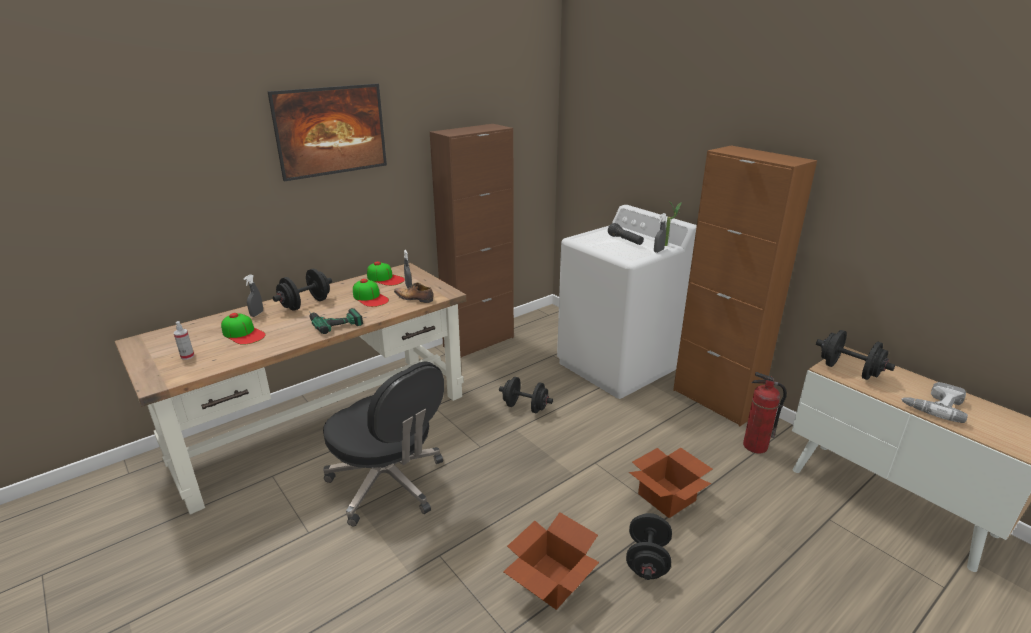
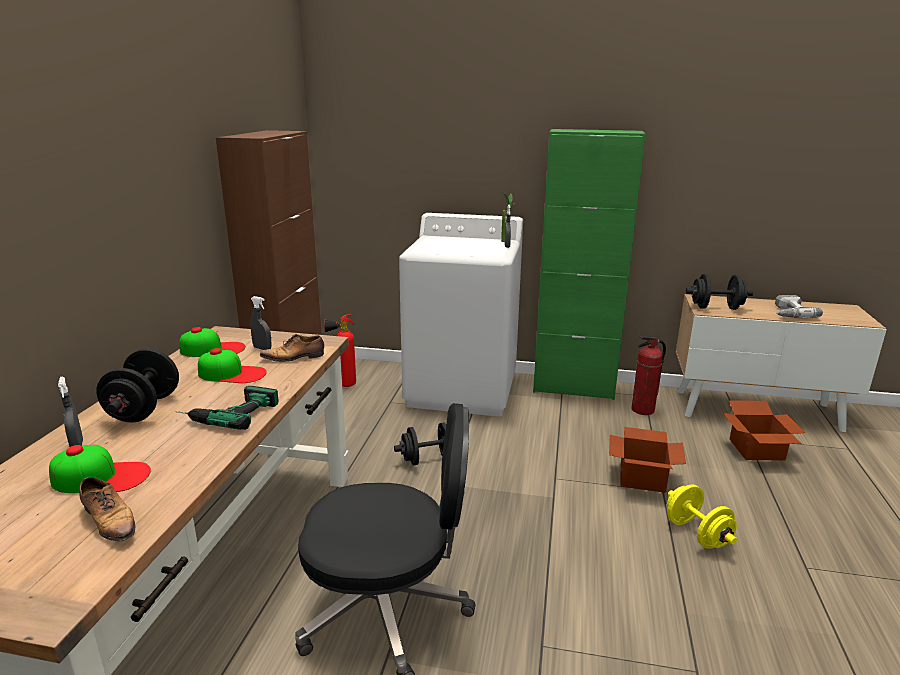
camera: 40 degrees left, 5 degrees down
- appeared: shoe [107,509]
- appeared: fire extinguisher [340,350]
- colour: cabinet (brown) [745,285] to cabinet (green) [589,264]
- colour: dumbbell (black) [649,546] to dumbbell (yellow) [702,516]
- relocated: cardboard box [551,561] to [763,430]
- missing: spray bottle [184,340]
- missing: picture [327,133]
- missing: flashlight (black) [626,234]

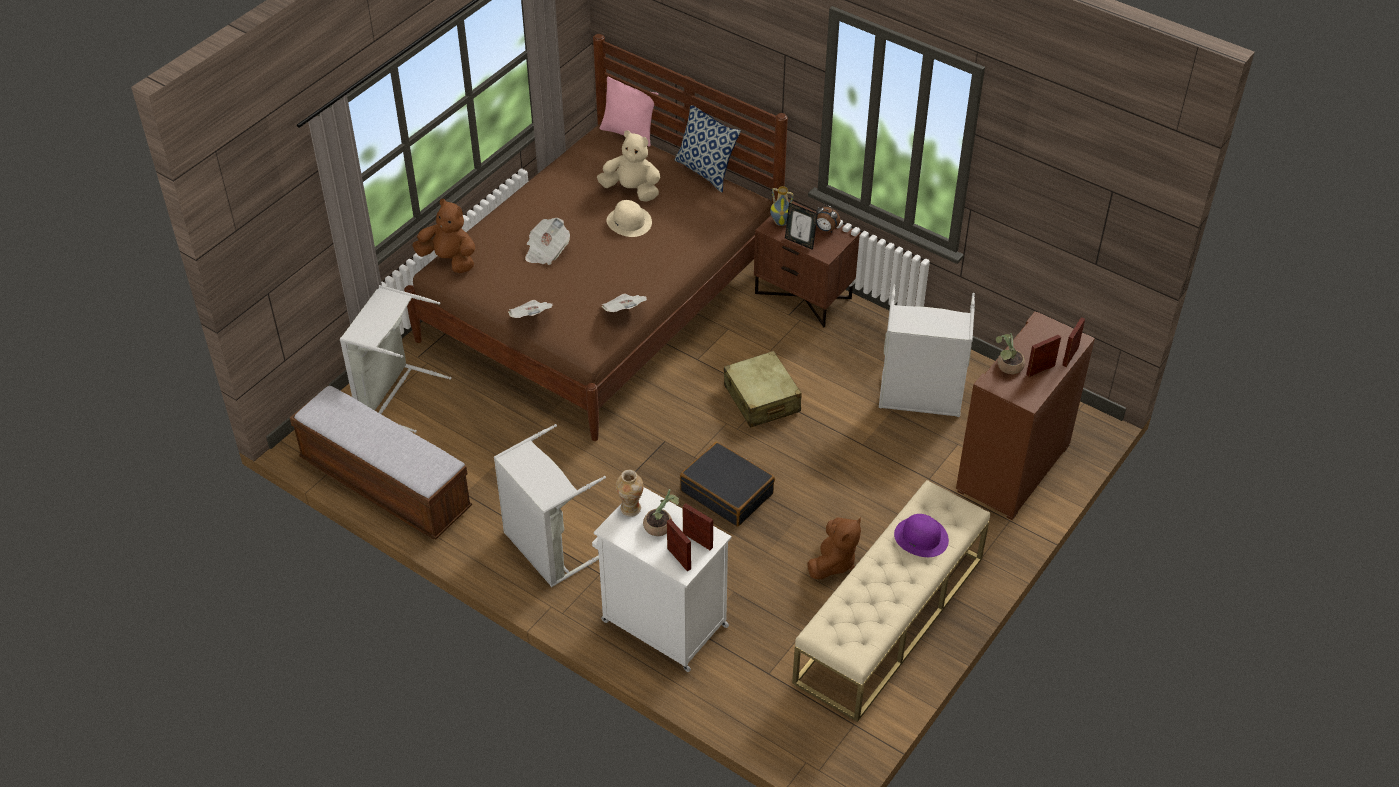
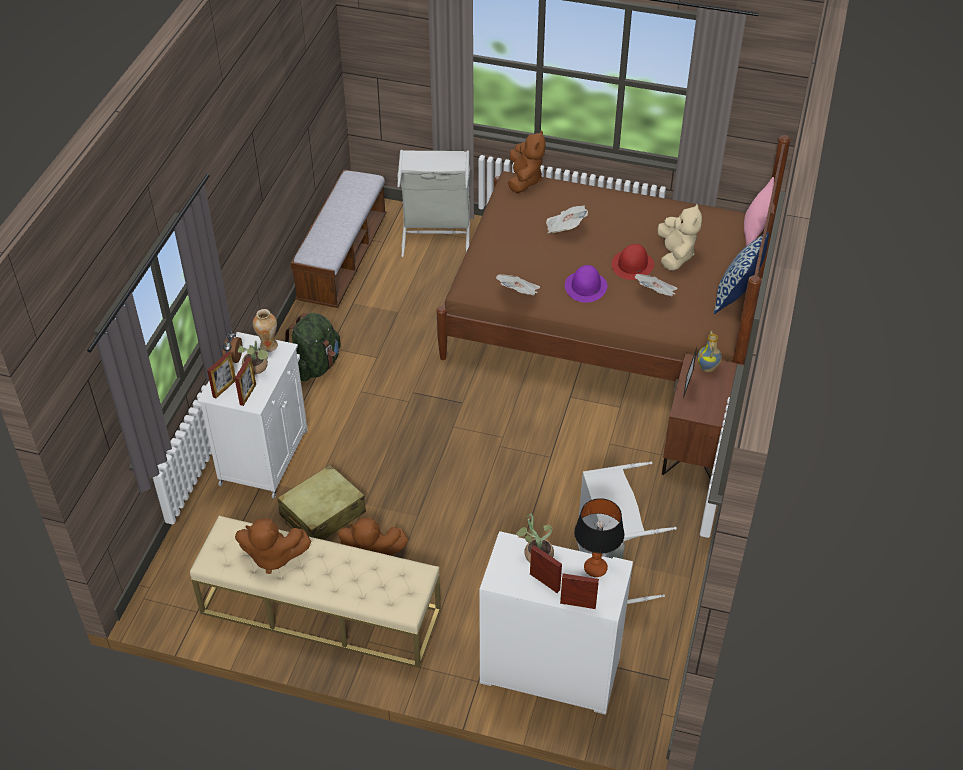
camera: 70 degrees right, 0 degrees up
- relocated: alarm clock [828,219] to [232,347]
- appeared: plush toy (brown) [273,546]
- relocated: suitcase (beige) [763,389] to [321,502]
- exchanged: laundry basket (grey) [550,505] to backpack (green) [312,347]
- colour: cabinet (brown) [1025,415] to cabinet (white) [556,623]
- relocated: hat (purple) [921,535] to [586,283]
- appeared: table lamp [599,537]
- colour: hat (beige) [629,218] to hat (red) [633,262]
- relocated: newspaper [530,309] to [656,285]
- missing: suitcase (black) [727,484]

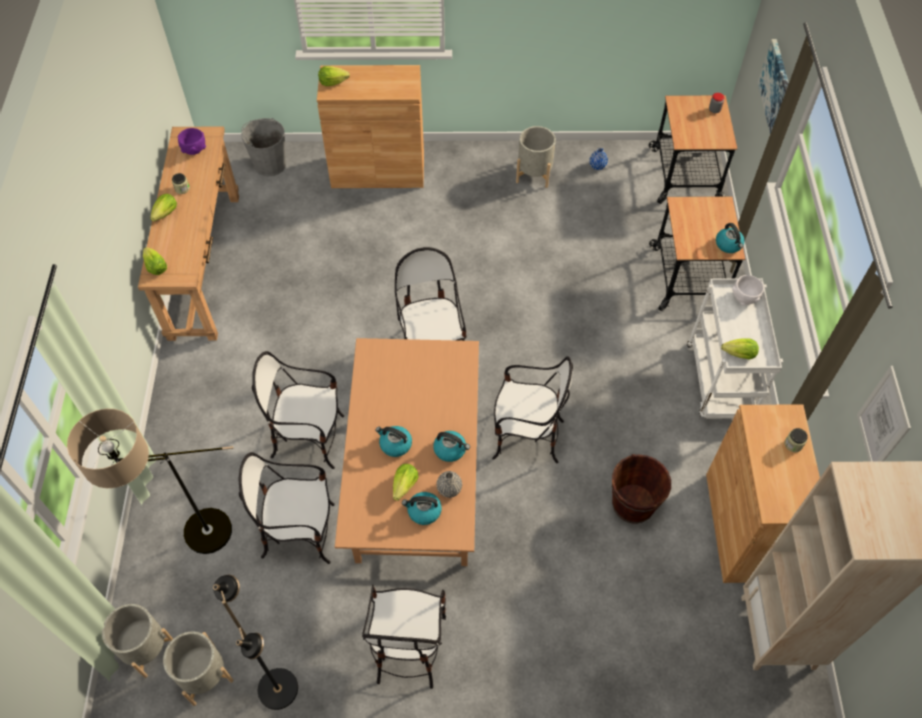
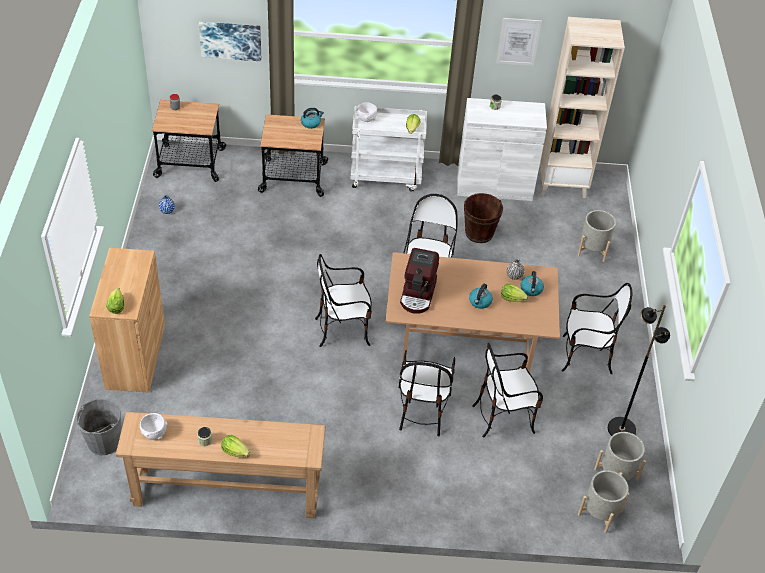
camera: 90 degrees left, 10 degrees down
- colour: bowl (purple) [192,141] to bowl (white) [153,426]
- appeared: coffee machine [419,281]
- colour: cabinet (brown) [763,493] to cabinet (white) [502,149]
- spun: chair [287,508] = [507,390] 75 degrees clockwise
- relocated: planter (grey) [536,157] to [597,236]
- missing: floor lamp [150,481]
- missing: lettuce [155,261]
- missing: kettle [451,446]

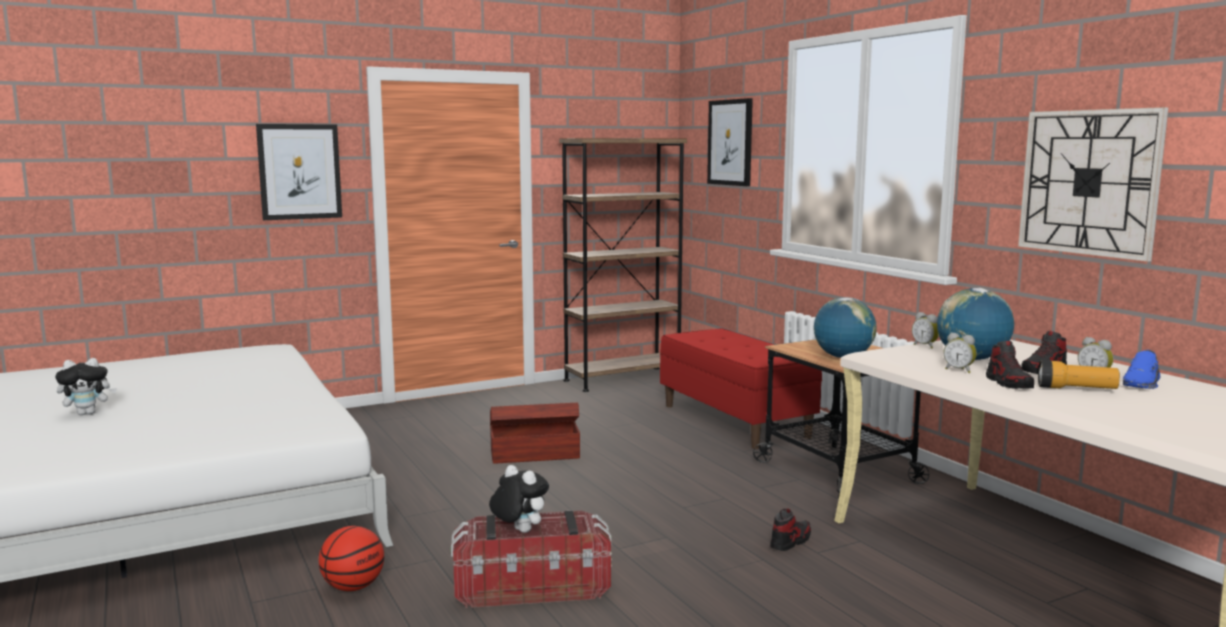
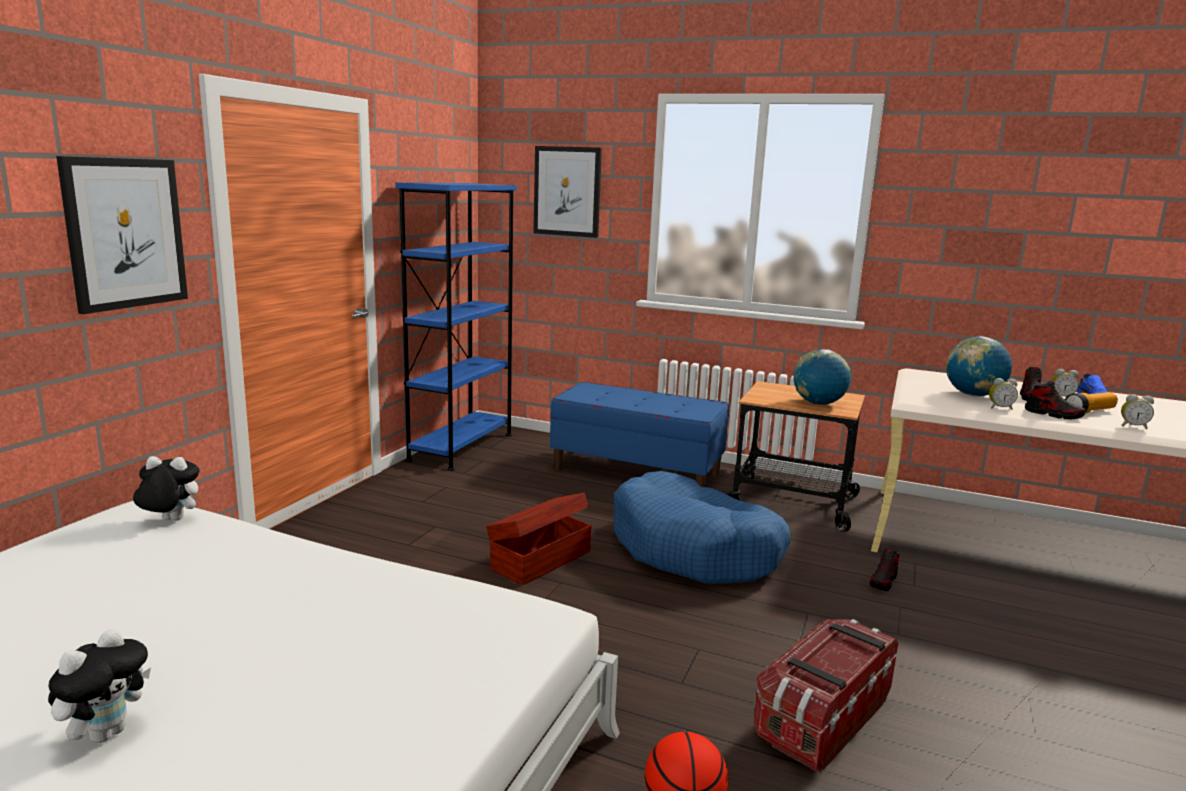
camera: 40 degrees left, 5 degrees up
- relocated: plush toy [519,499] to [166,488]
- colour: bookcase (brown) [623,265] to bookcase (blue) [456,326]
- colour: bench (red) [741,388] to bench (blue) [639,434]
- appeared: dog bed (blue) [702,527]
- spun: shoe [790,529] = [884,569] 150 degrees counterclockwise
- relocated: alarm clock [925,330] to [1137,411]
- missing: wall clock [1093,184]

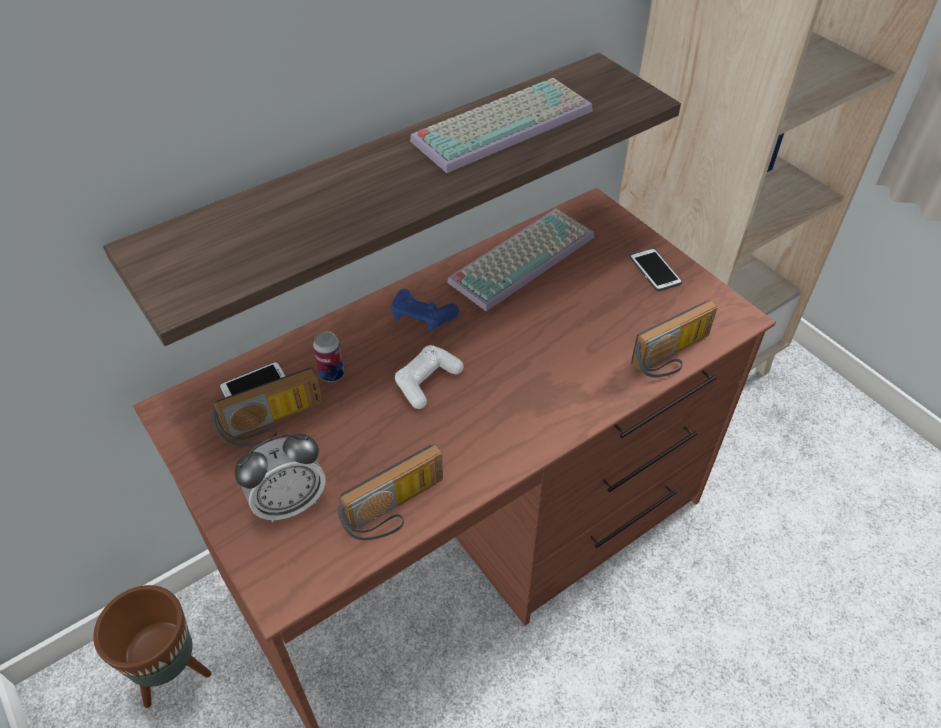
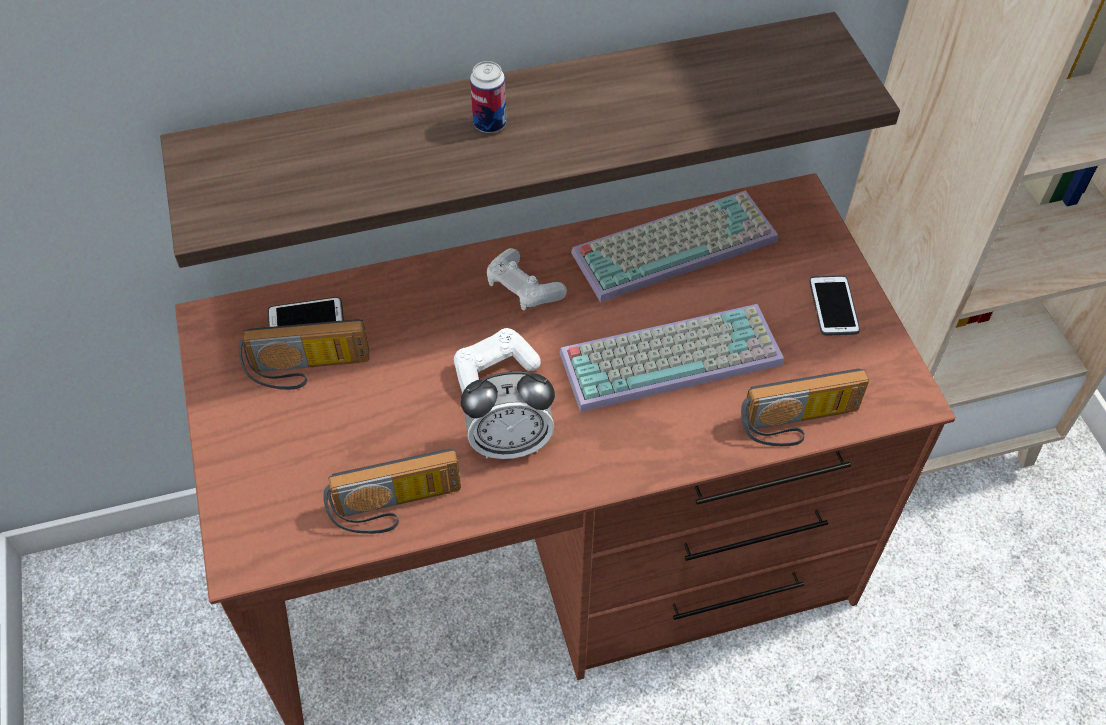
camera: 20 degrees right, 5 degrees up
- relocated: alarm clock [280,478] to [508,415]
- relocated: can [329,356] to [488,97]
- colour: game controller (blue) [425,310] to game controller (white) [527,279]
- relocated: keyboard [501,125] to [671,358]
- missing: planter (brown) [152,646]

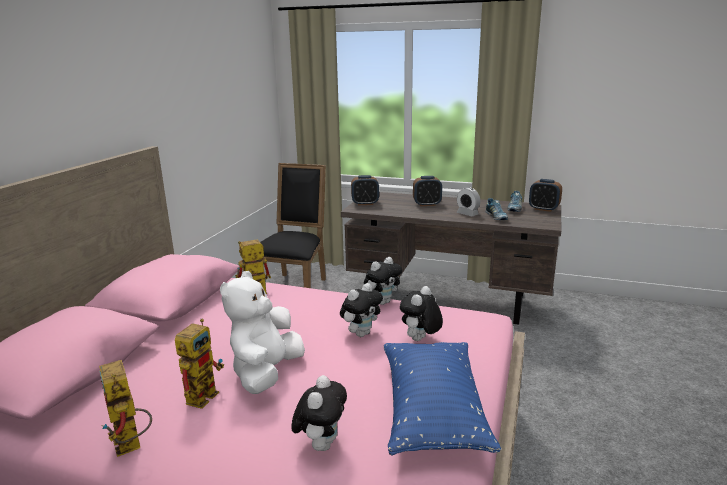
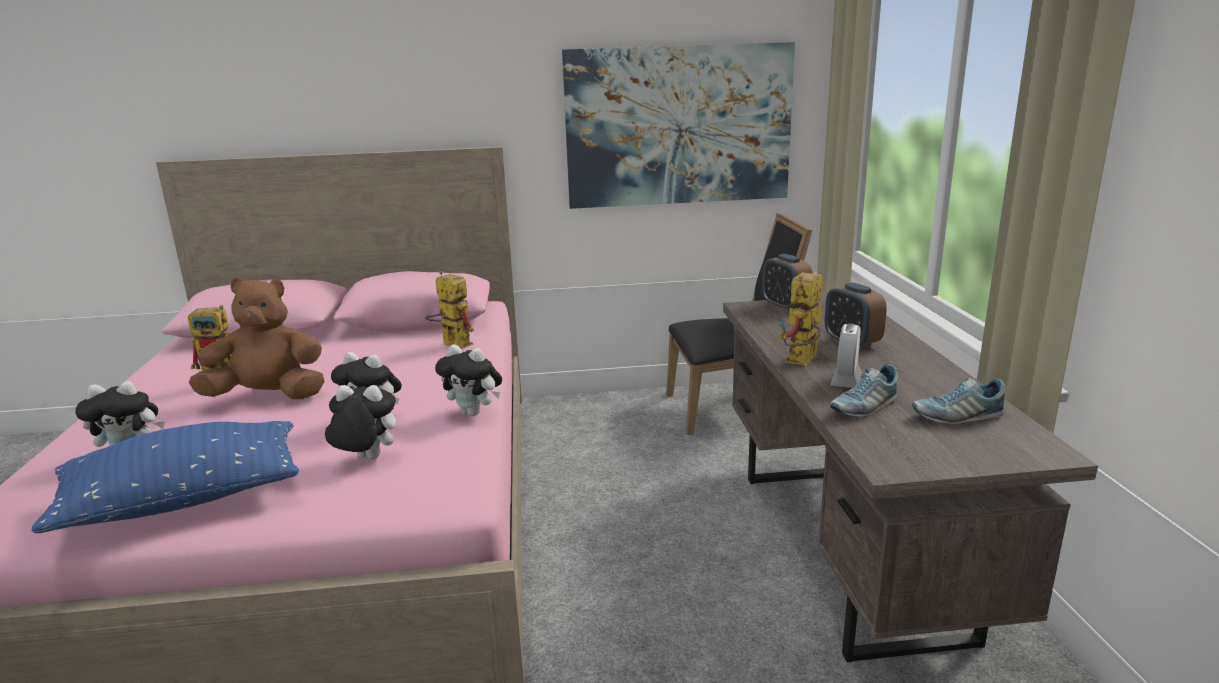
camera: 65 degrees right, 0 degrees up
- colour: plush toy (white) [262,332] to plush toy (brown) [257,338]
- appeared: picture [678,125]
- relocated: toy robot [125,408] to [801,318]
- missing: alarm clock [545,195]

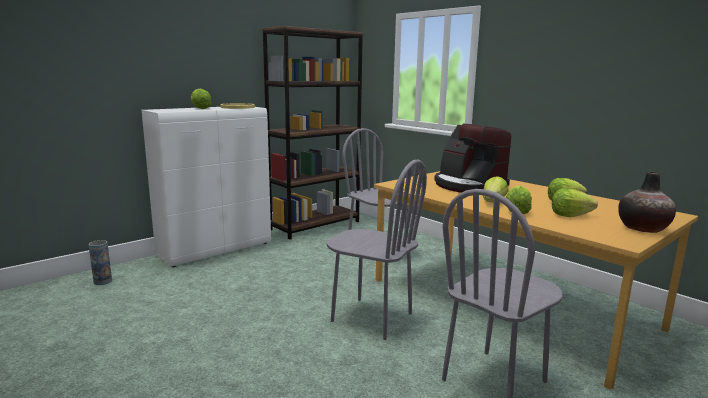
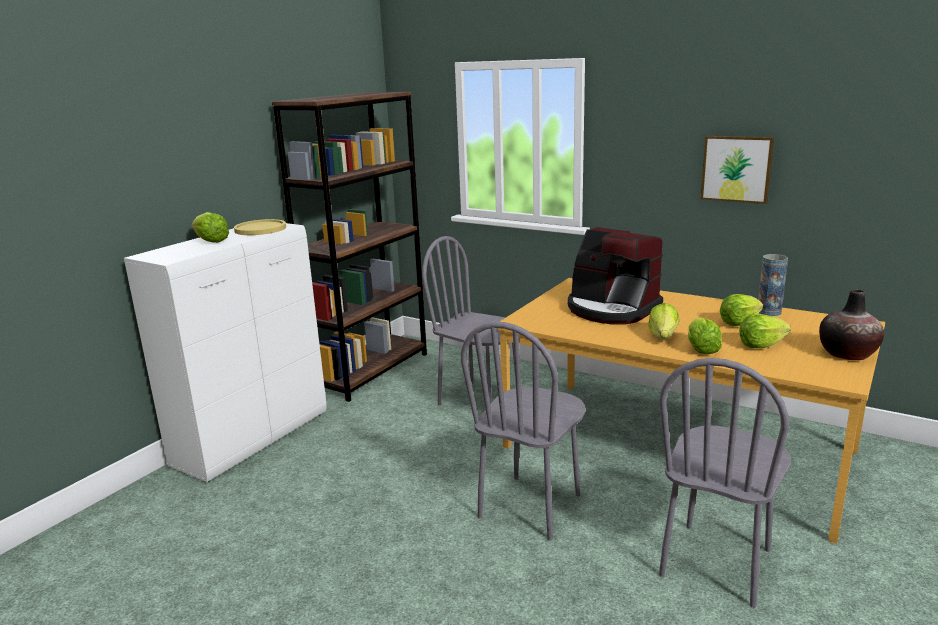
camera: 15 degrees left, 5 degrees up
- spun: chair (grey) [376,250] = [523,431] 105 degrees clockwise
- appeared: picture [738,169]
- relocated: vase [100,262] to [773,285]

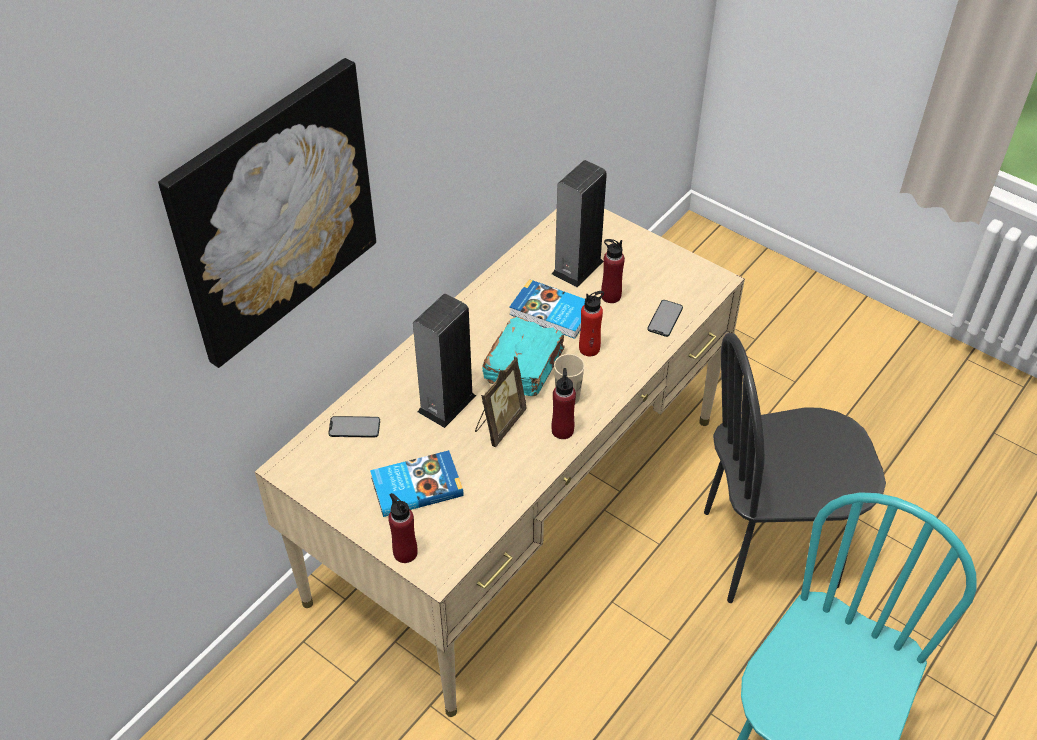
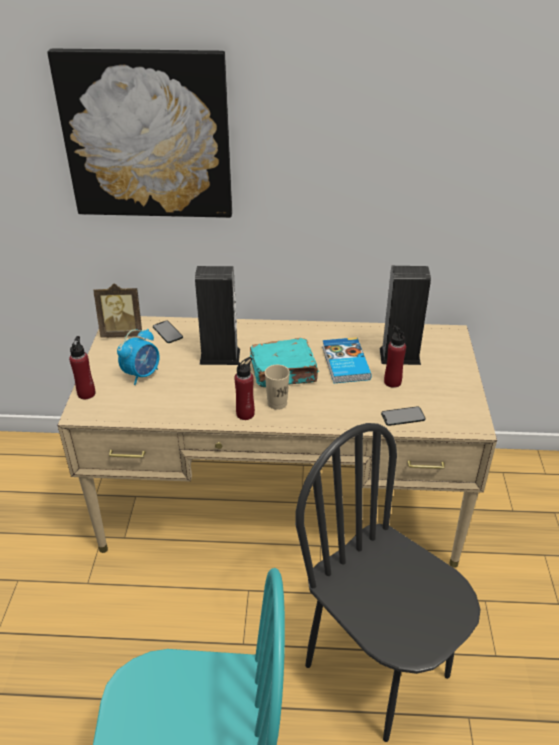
camera: 55 degrees right, 10 degrees down
- relocated: picture frame [501,402] to [117,310]
- exchanged: book [417,483] to alarm clock [138,357]
- missing: bottle (red) [591,323]

